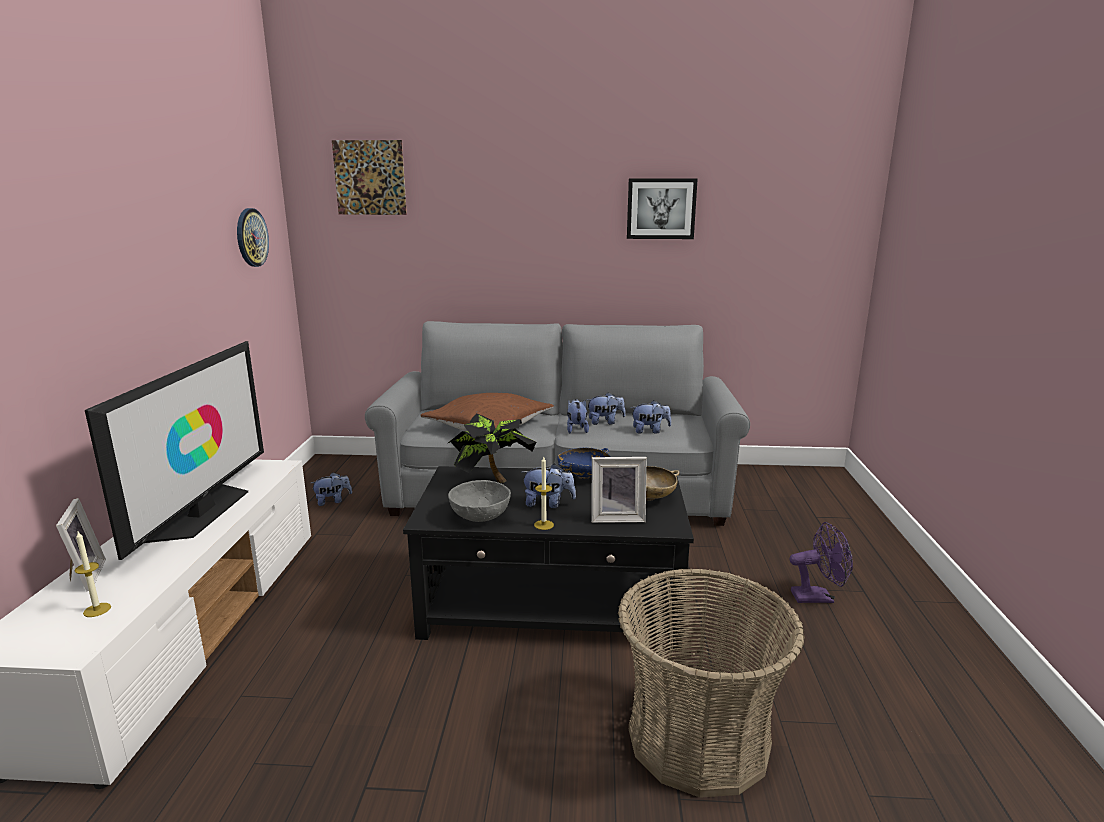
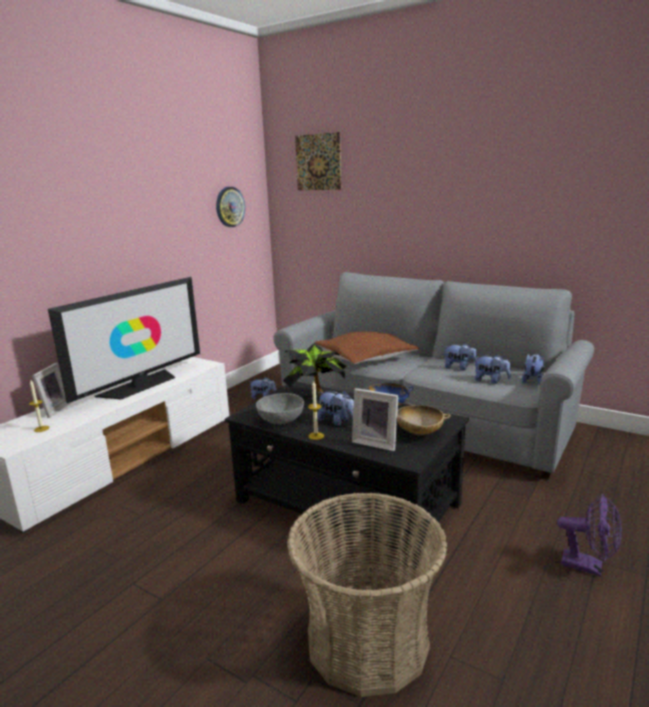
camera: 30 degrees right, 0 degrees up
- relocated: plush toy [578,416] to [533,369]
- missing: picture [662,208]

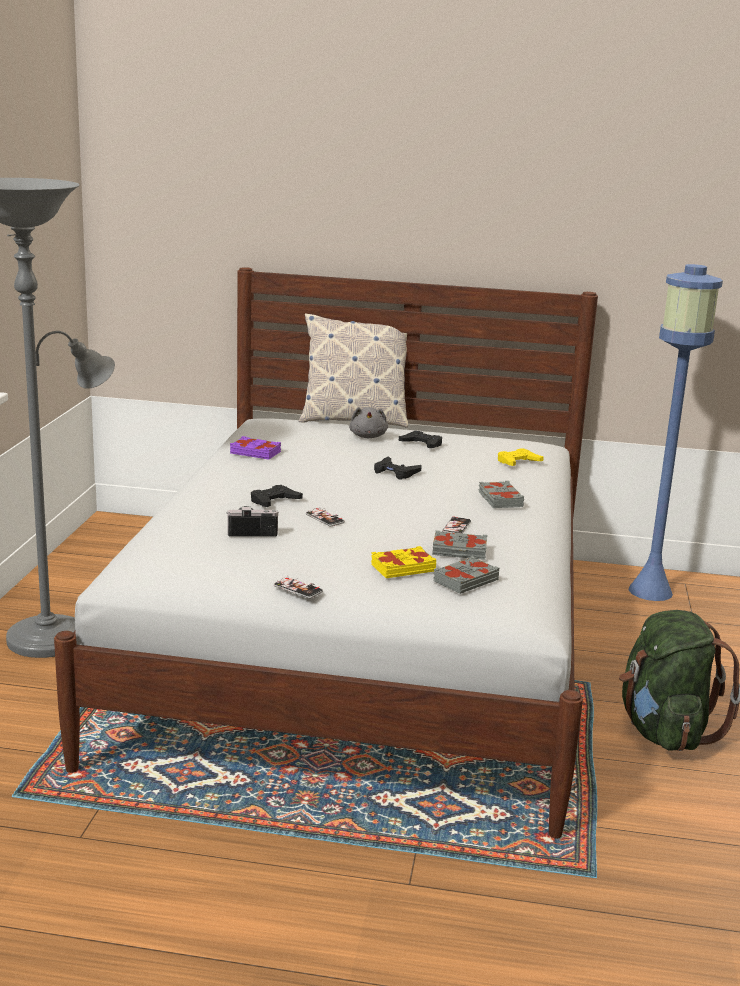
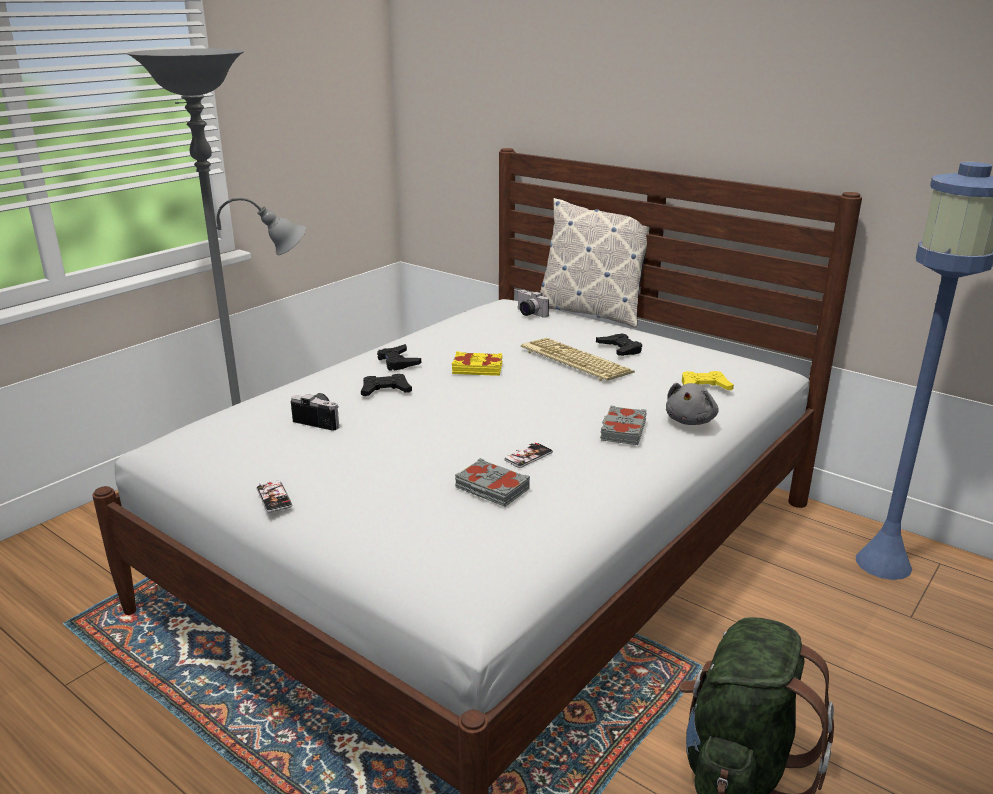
camera: 30 degrees right, 5 degrees up
- relocated: game controller (black) [398,468] to [399,357]
- relocated: book (yellow) [404,562] to [477,363]
- appeared: photo camera [533,304]
- appeared: keyboard [578,359]
- relocated: plush toy (grey) [368,422] to [692,404]
- missing: book (purple) [255,448]
- missing: phone [325,516]
- missing: book (grey) [466,575]

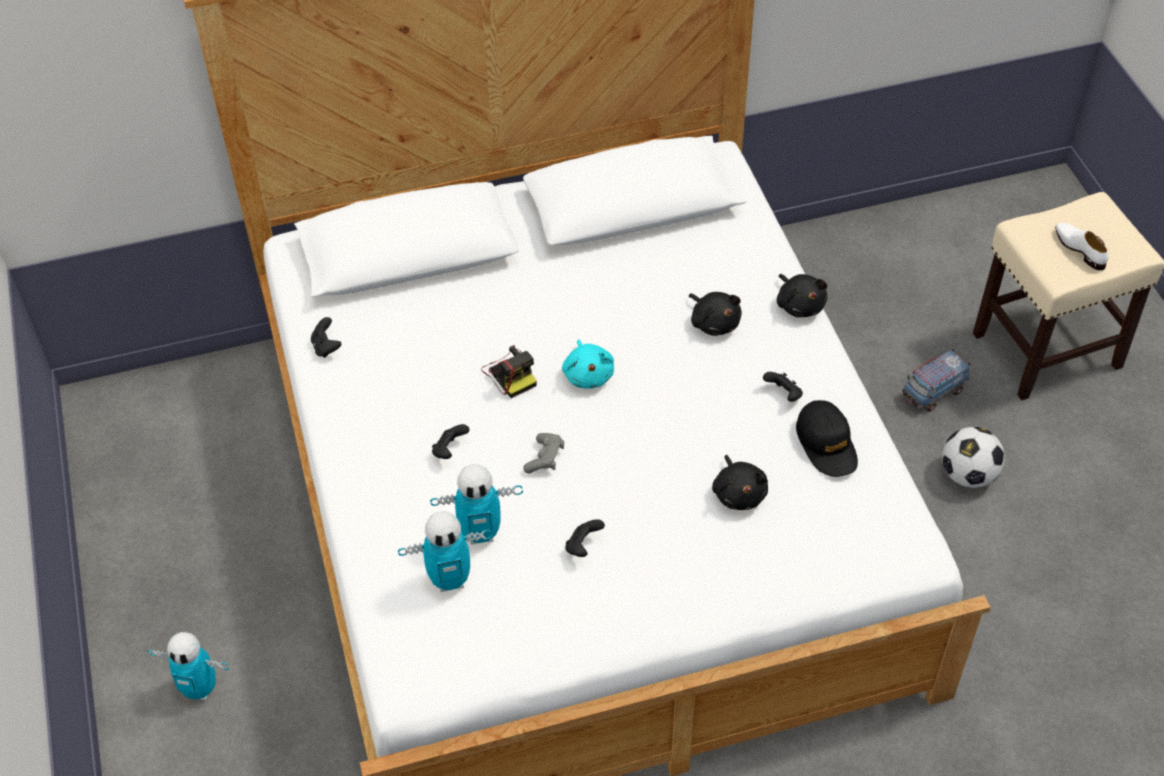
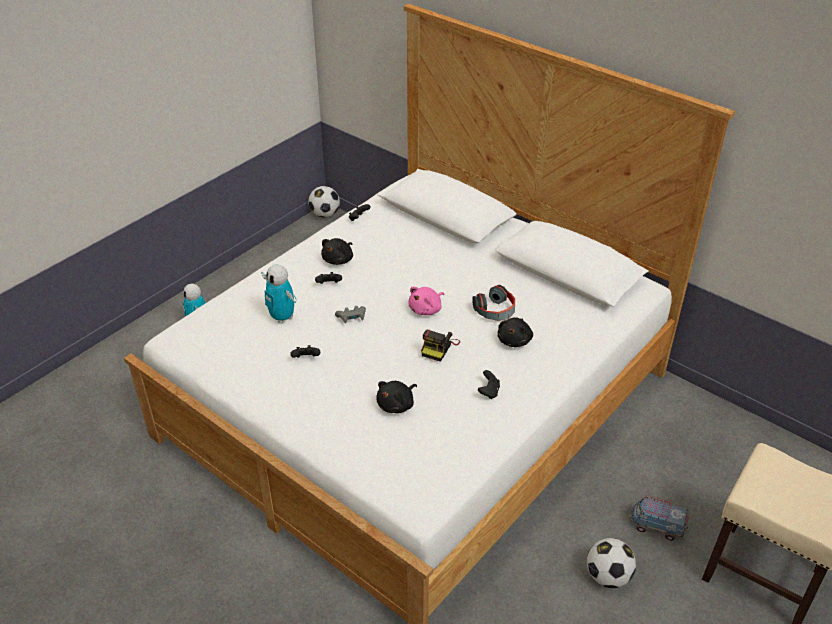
camera: 55 degrees right, 10 degrees down
- appeared: football [324,202]
- relocated: plush toy (black) [802,295] to [337,251]
- colour: plush toy (turquoise) [588,364] to plush toy (pink) [426,300]
- relocated: photo camera [509,371] to [440,346]
- appeared: headphones [493,303]
- missing: toy robot [445,551]
- missing: cap (black) [827,438]
- missing: shoe (white) [1082,246]

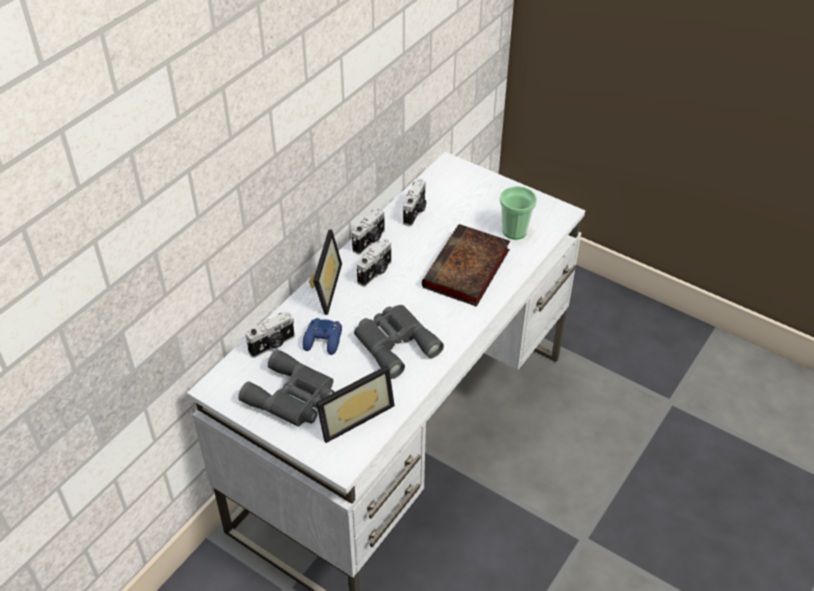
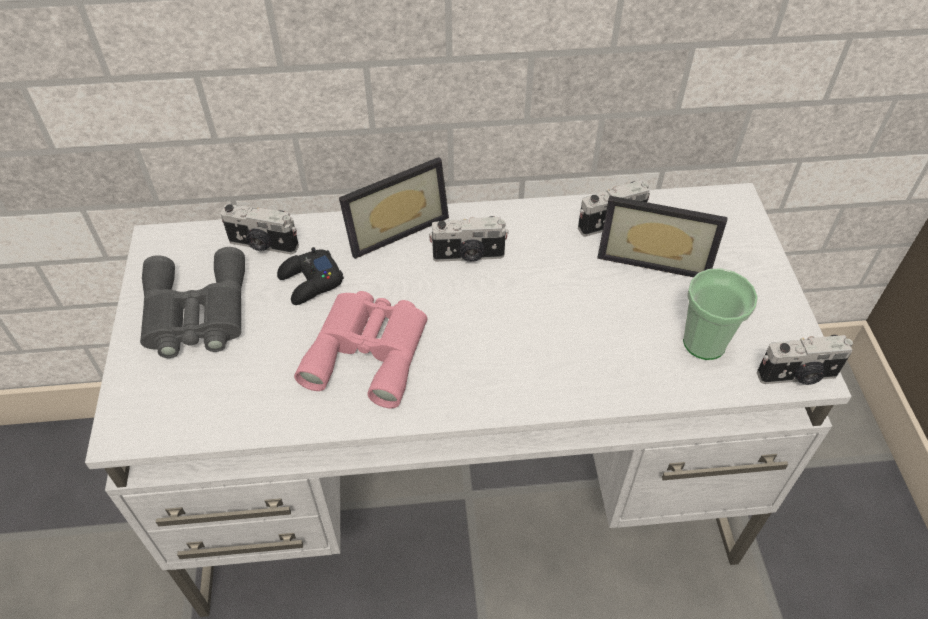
camera: 50 degrees right, 5 degrees up
- colour: game controller (blue) [322,336] to game controller (black) [310,276]
- colour: binoculars (grey) [399,342] to binoculars (pink) [360,349]
- relocated: picture frame [355,404] to [662,236]
- relocated: photo camera [368,231] to [805,360]
- missing: book [466,265]

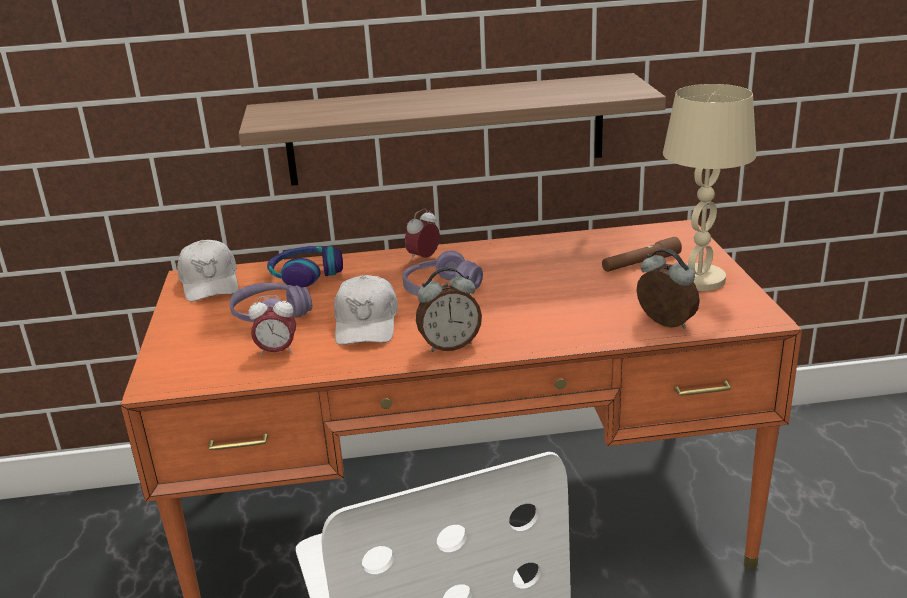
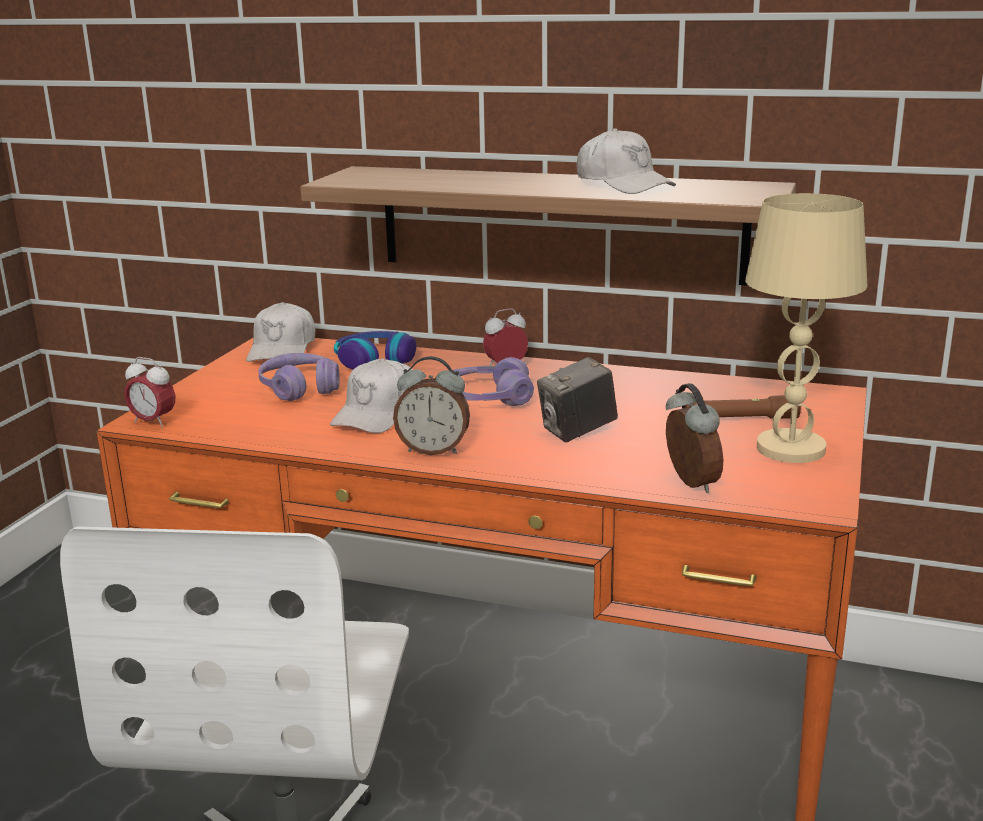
camera: 25 degrees right, 5 degrees down
- relocated: alarm clock [272,326] to [149,392]
- appeared: photo camera [577,399]
- appeared: cap (white) [626,161]

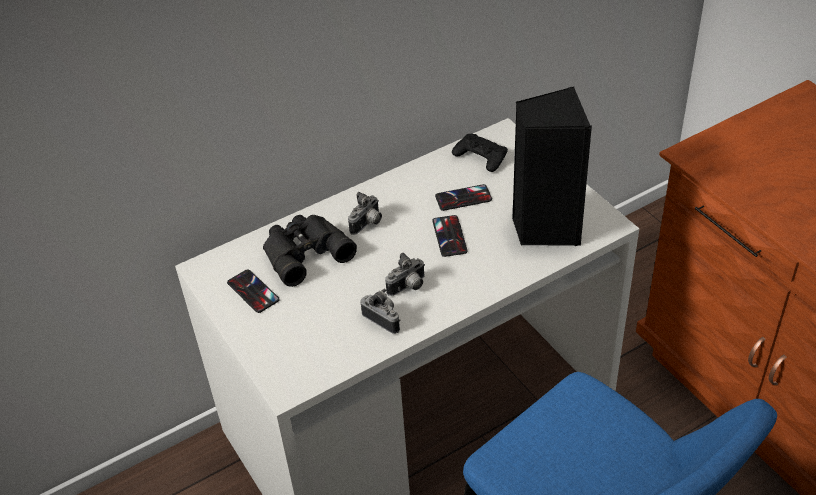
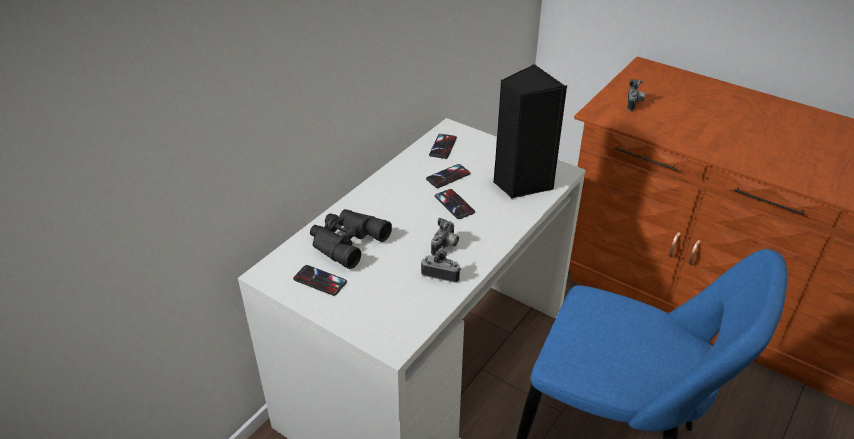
camera: 25 degrees left, 5 degrees down
- exchanged: game controller (black) [480,153] to phone [443,146]
- relocated: photo camera [365,213] to [636,95]

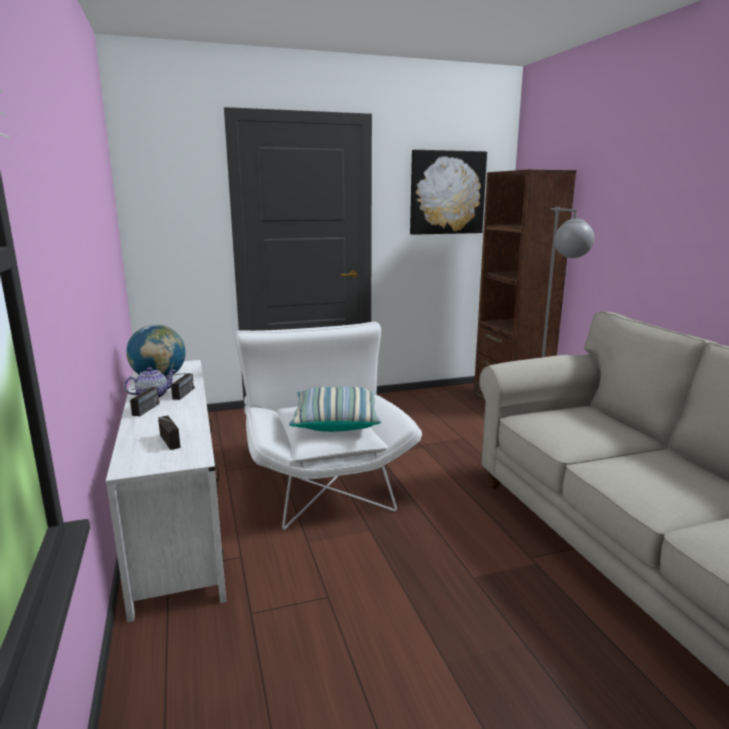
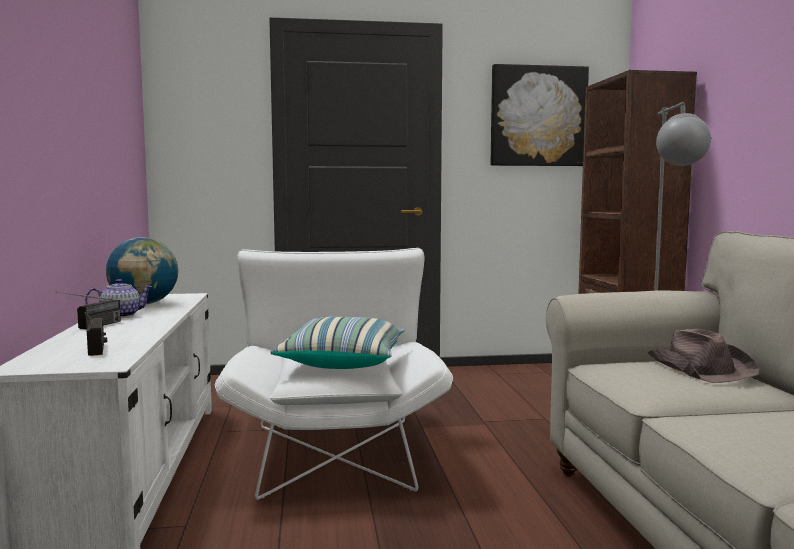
camera: 10 degrees right, 10 degrees down
- appeared: hat (brown) [704,356]
- missing: radio [178,386]

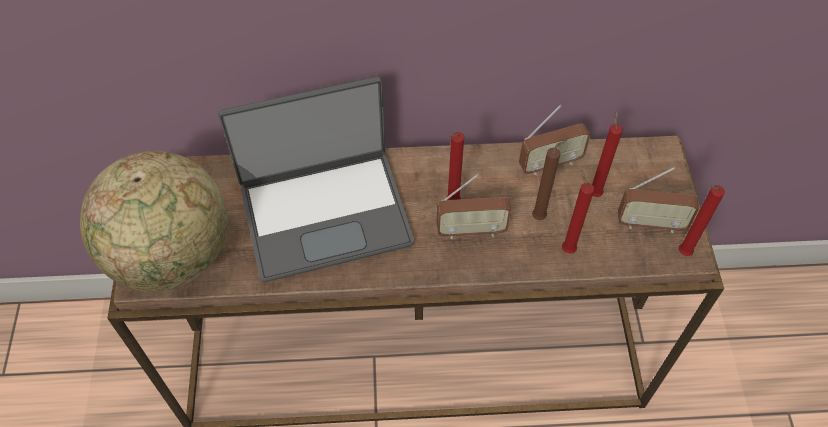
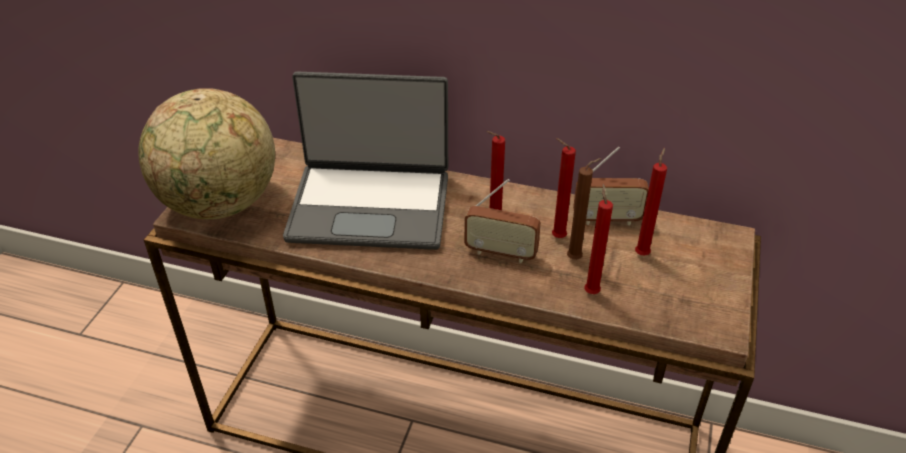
camera: 20 degrees right, 15 degrees down
- relocated: candle (red) [702,220] to [564,188]
- missing: radio [658,200]

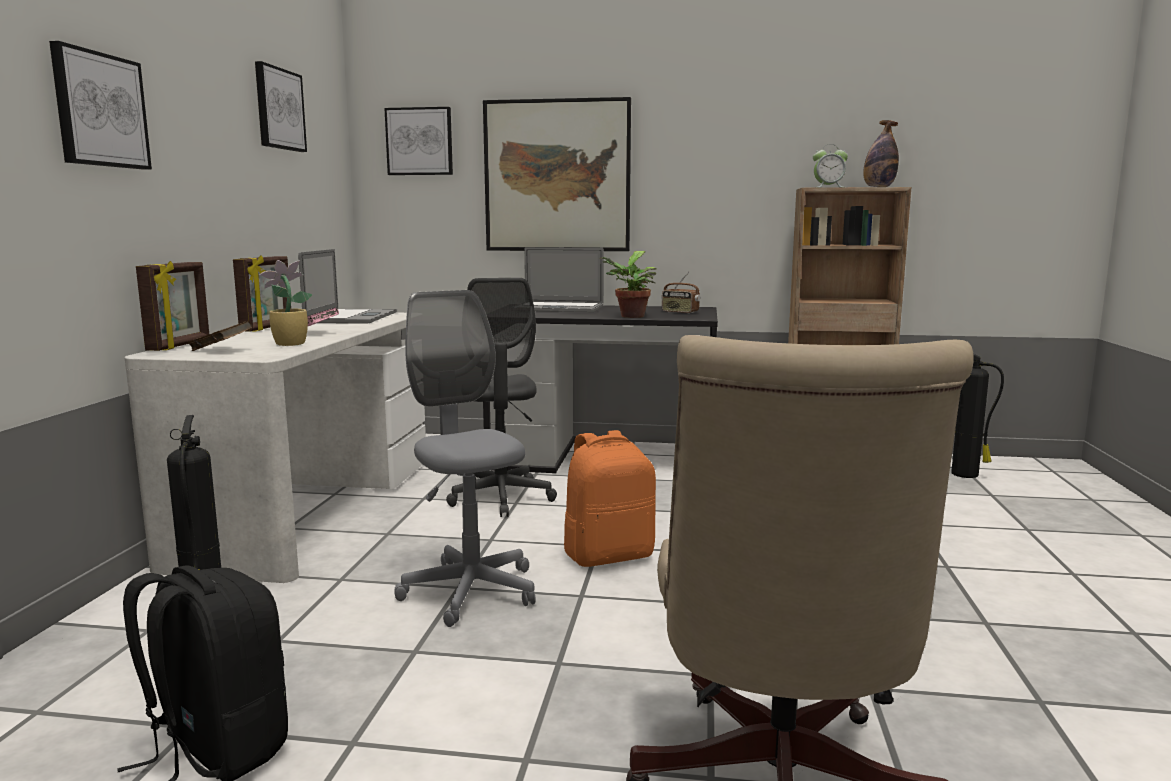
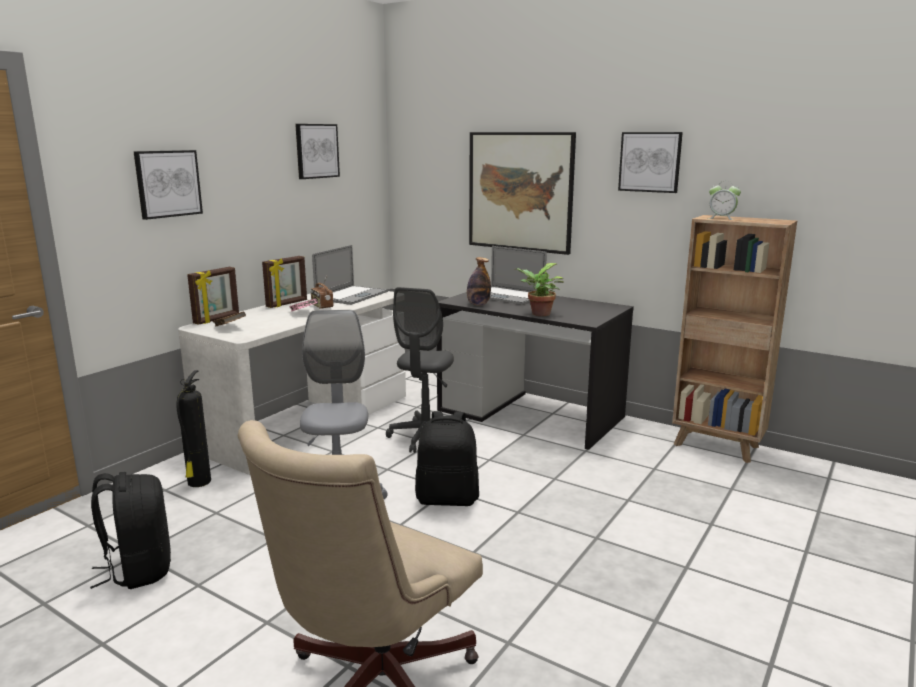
camera: 25 degrees right, 5 degrees up
- relocated: radio [681,292] to [322,292]
- colour: backpack (orange) [610,498] to backpack (black) [447,458]
- relocated: bottle [881,153] to [479,281]
- relocated: picture [418,141] to [650,162]
- missing: potted plant [286,303]
- missing: fire extinguisher [977,416]

